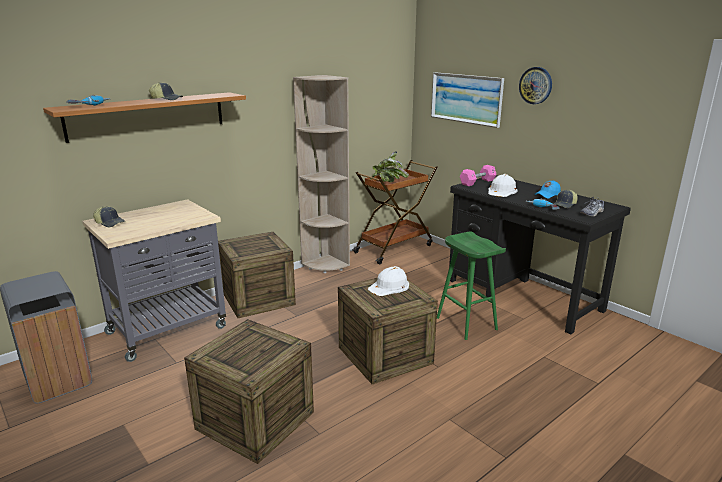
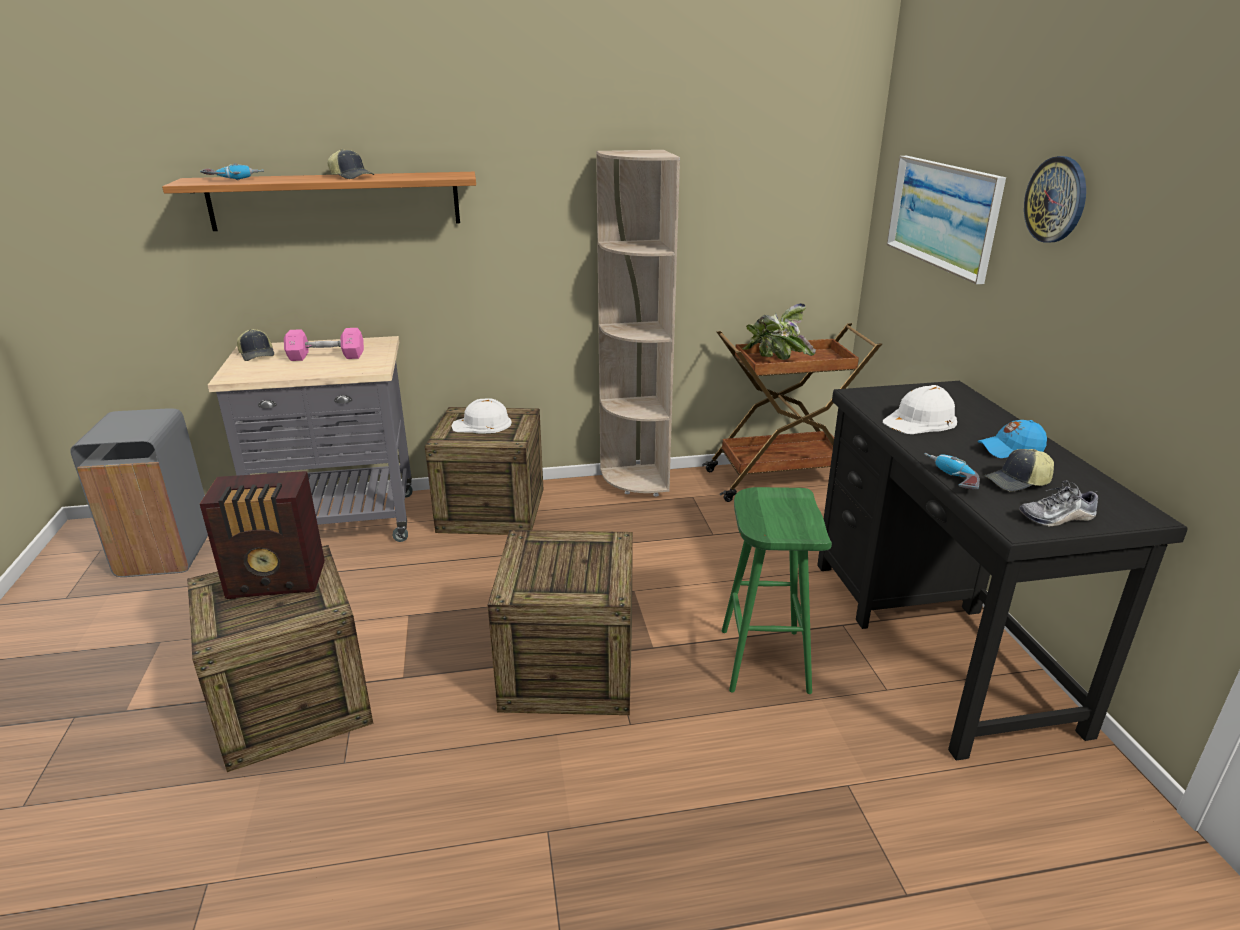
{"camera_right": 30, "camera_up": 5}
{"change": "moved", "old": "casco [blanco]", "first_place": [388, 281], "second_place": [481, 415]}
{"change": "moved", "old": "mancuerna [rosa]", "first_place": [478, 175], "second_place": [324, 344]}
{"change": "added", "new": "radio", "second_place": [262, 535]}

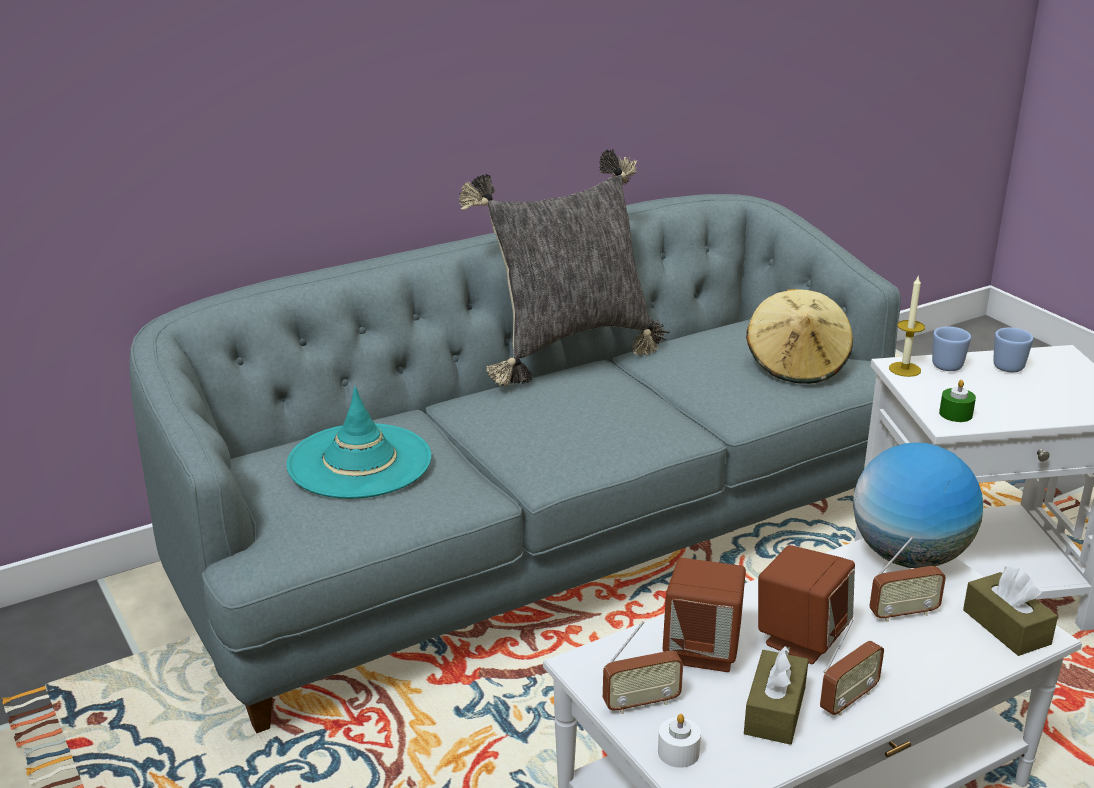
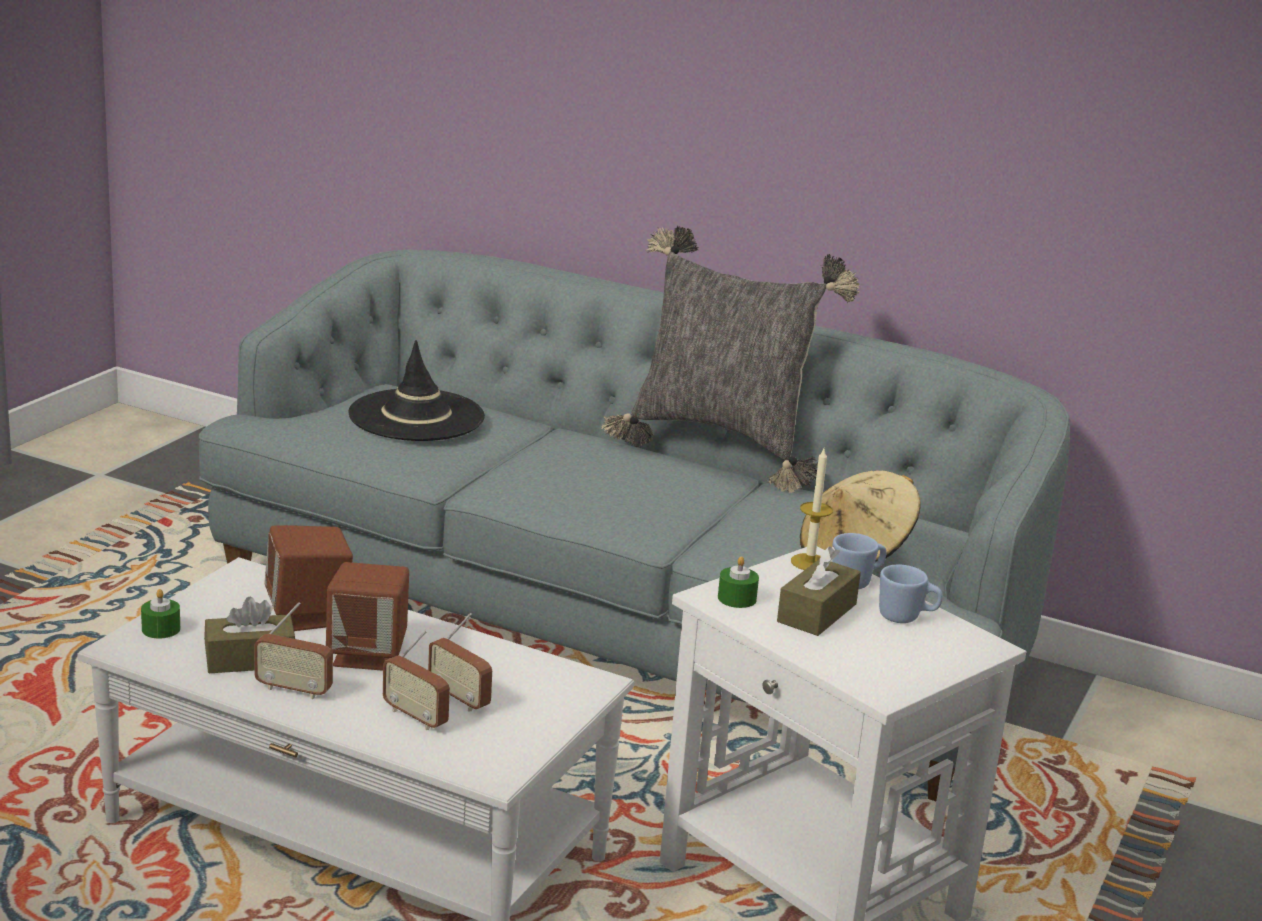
{"camera_right": 55, "camera_up": -5}
{"change": "recoloured", "old": "sombrero [turquesa]", "new": "sombrero [negro]", "first_place": [359, 442], "second_place": [416, 390]}
{"change": "moved", "old": "radio", "first_place": [643, 667], "second_place": [416, 680]}
{"change": "recoloured", "old": "vela [blanco]", "new": "vela [verde]", "first_place": [679, 741], "second_place": [160, 613]}
{"change": "removed", "old": "globo terráqueo", "first_place": [918, 505]}
{"change": "moved", "old": "caja de pañuelos [marrón]", "first_place": [1010, 611], "second_place": [819, 591]}

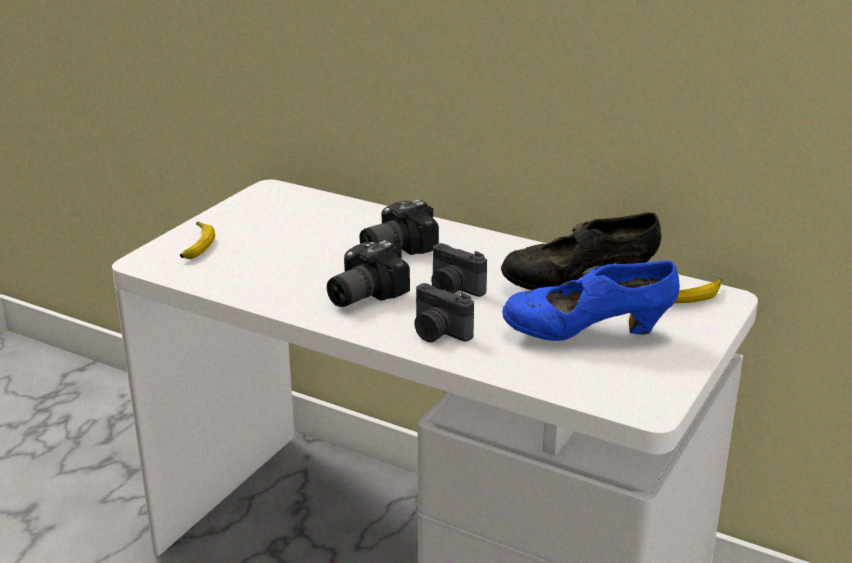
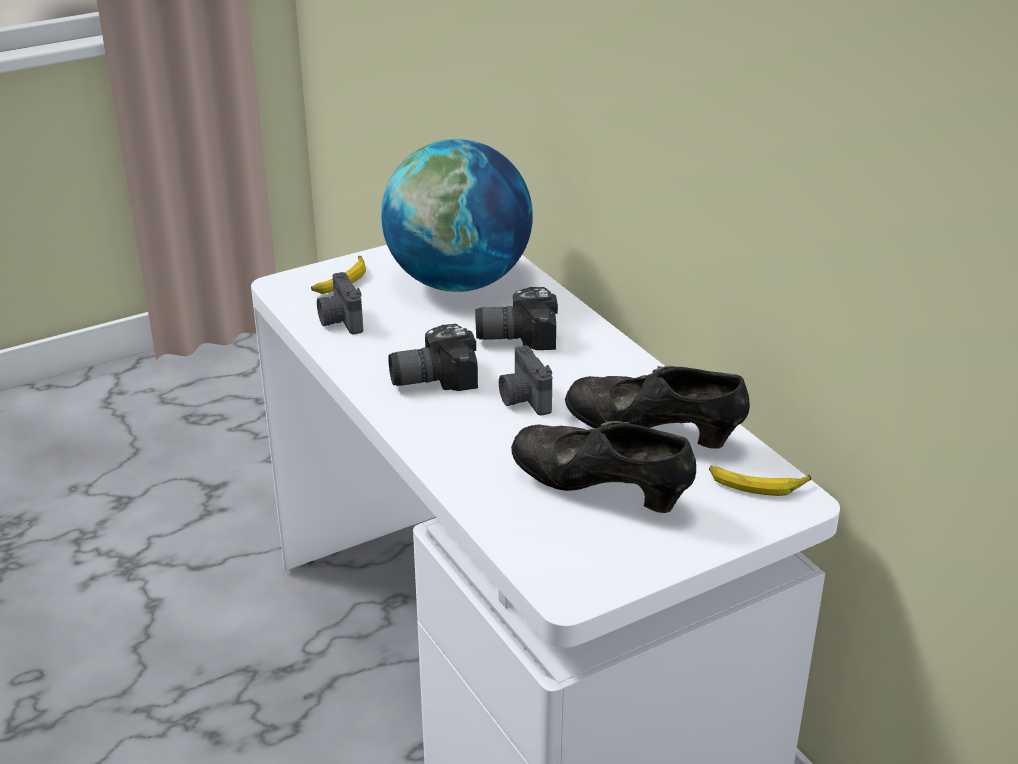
{"camera_right": 30, "camera_up": 5}
{"change": "moved", "old": "cámara", "first_place": [444, 312], "second_place": [340, 303]}
{"change": "recoloured", "old": "zapato [azul]", "new": "zapato [negro]", "first_place": [591, 300], "second_place": [603, 467]}
{"change": "added", "new": "globo terráqueo", "second_place": [457, 215]}

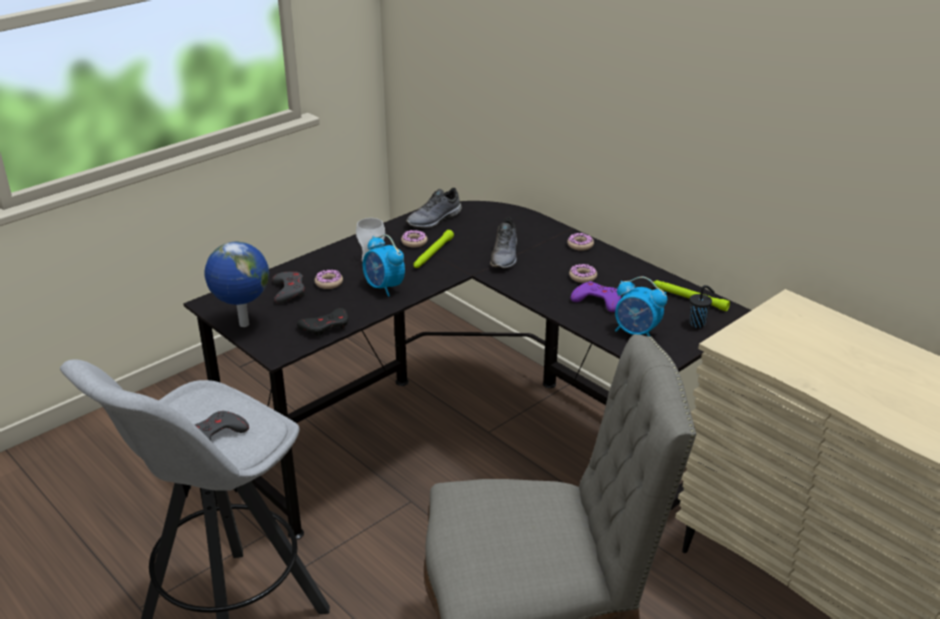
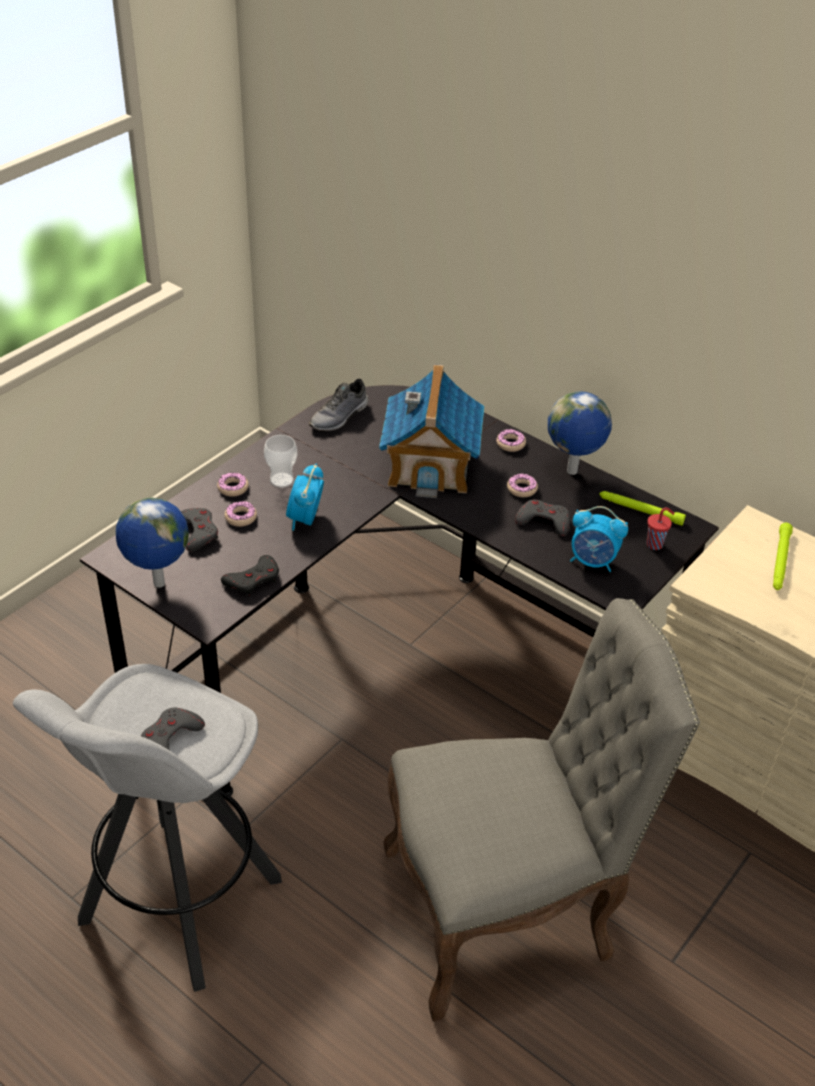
{"camera_right": -10, "camera_up": 10}
{"change": "turned", "old": "despertador", "first_place": [384, 265], "second_place": [305, 497], "degrees": 60}
{"change": "moved", "old": "rosquilla", "first_place": [414, 238], "second_place": [233, 484]}
{"change": "moved", "old": "linterna [verde]", "first_place": [433, 249], "second_place": [783, 556]}
{"change": "replaced", "old": "zapato [gris]", "new": "casita", "first_place": [503, 243], "second_place": [431, 431]}
{"change": "recoloured", "old": "mando de consola [morado]", "new": "mando de consola [gris]", "first_place": [596, 296], "second_place": [542, 517]}
{"change": "recoloured", "old": "taza [negro]", "new": "taza [rojo]", "first_place": [702, 306], "second_place": [660, 529]}
{"change": "added", "new": "globo terráqueo", "second_place": [580, 433]}

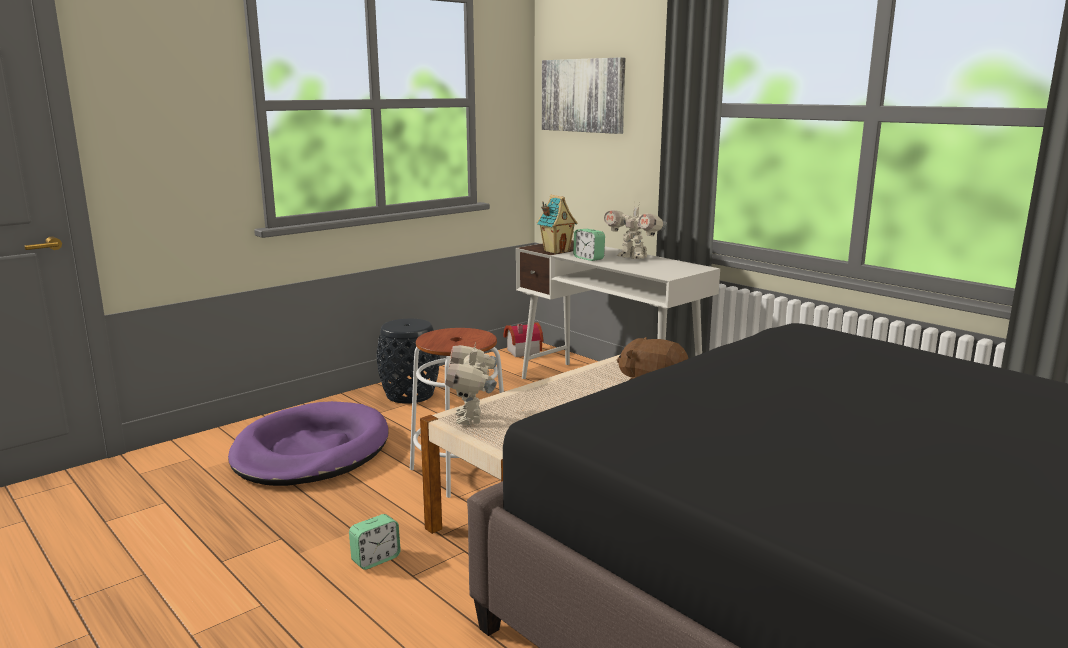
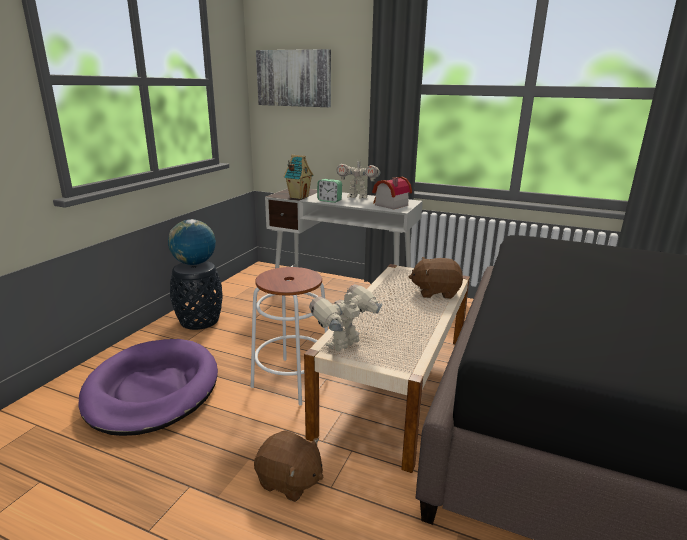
{"camera_right": -25, "camera_up": 5}
{"change": "replaced", "old": "despertador", "new": "peluche [marrón]", "first_place": [375, 542], "second_place": [288, 466]}
{"change": "turned", "old": "robot de juguete", "first_place": [471, 383], "second_place": [345, 318], "degrees": 75}
{"change": "moved", "old": "casita", "first_place": [523, 339], "second_place": [392, 193]}
{"change": "added", "new": "globo terráqueo", "second_place": [192, 242]}

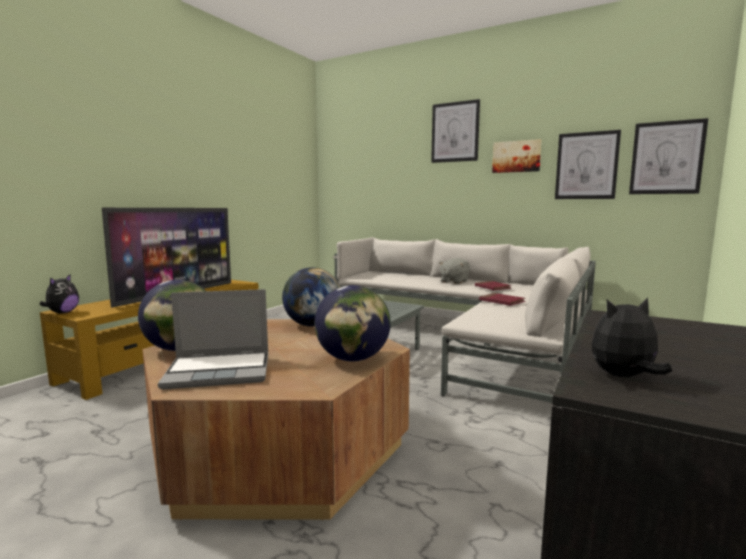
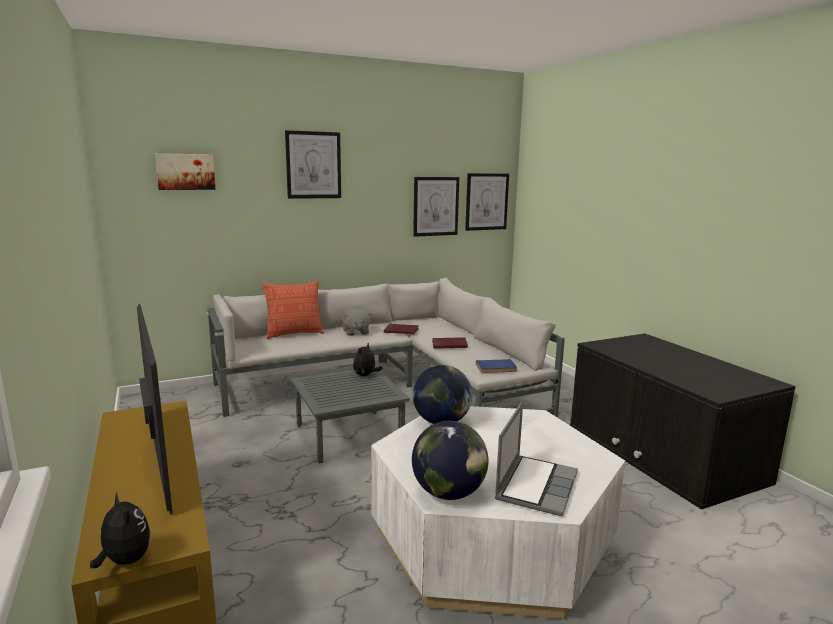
{"camera_right": -55, "camera_up": 5}
{"change": "recoloured", "old": "mesa de centro [marrón]", "new": "mesa de centro [blanco]", "first_place": [276, 419], "second_place": [498, 512]}
{"change": "removed", "old": "globo terráqueo", "first_place": [353, 323]}
{"change": "moved", "old": "cuadro", "first_place": [517, 156], "second_place": [185, 171]}
{"change": "moved", "old": "peluche", "first_place": [632, 337], "second_place": [368, 359]}
{"change": "added", "new": "cojín [naranja]", "second_place": [293, 310]}
{"change": "added", "new": "libro [azul]", "second_place": [496, 366]}

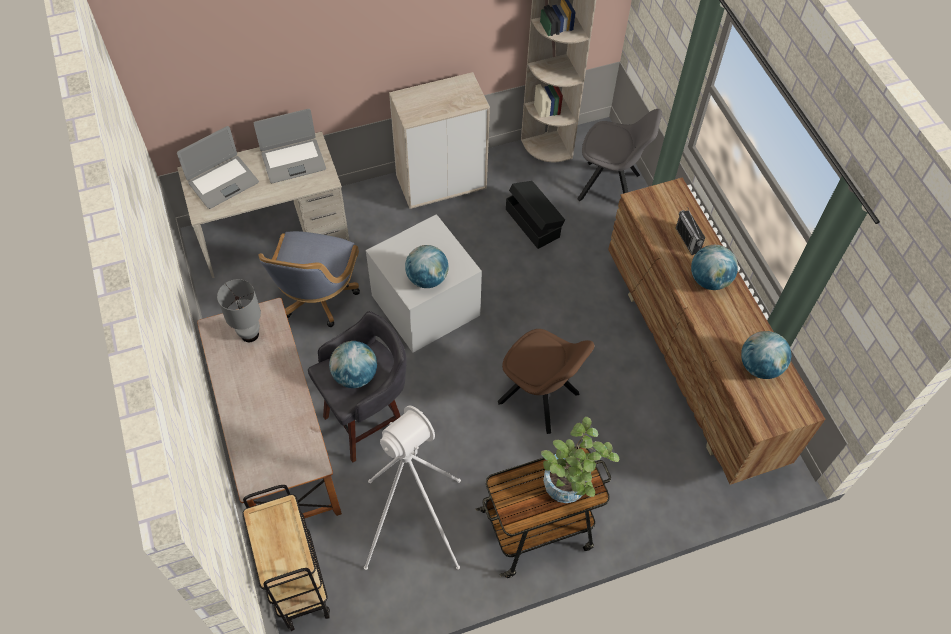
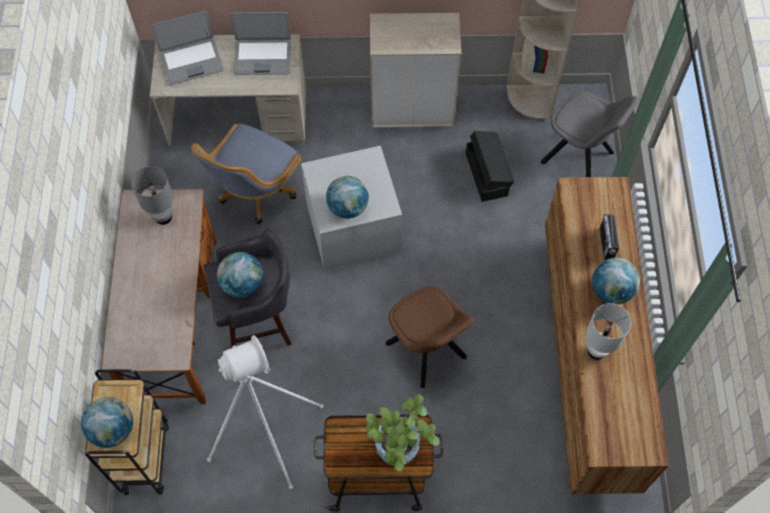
{"camera_right": 20, "camera_up": 5}
{"change": "moved", "old": "globo terráqueo", "first_place": [766, 355], "second_place": [107, 422]}
{"change": "added", "new": "lámpara de mesa [blanco]", "second_place": [608, 331]}

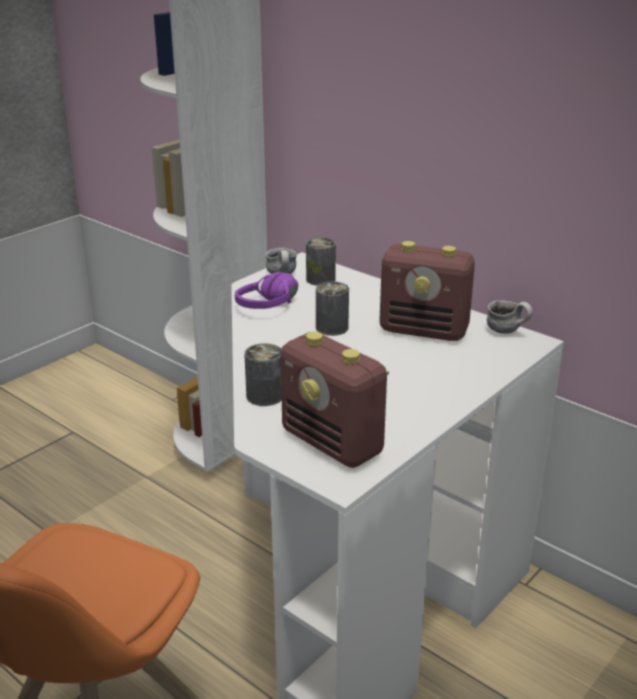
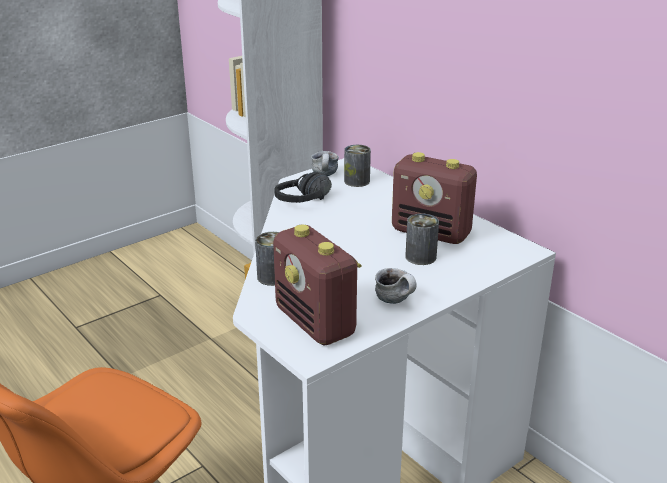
{"camera_right": 10, "camera_up": 0}
{"change": "recoloured", "old": "auriculares [morado]", "new": "auriculares [negro]", "first_place": [266, 290], "second_place": [303, 187]}
{"change": "moved", "old": "lata", "first_place": [332, 308], "second_place": [422, 239]}
{"change": "moved", "old": "taza grande", "first_place": [510, 317], "second_place": [396, 286]}

